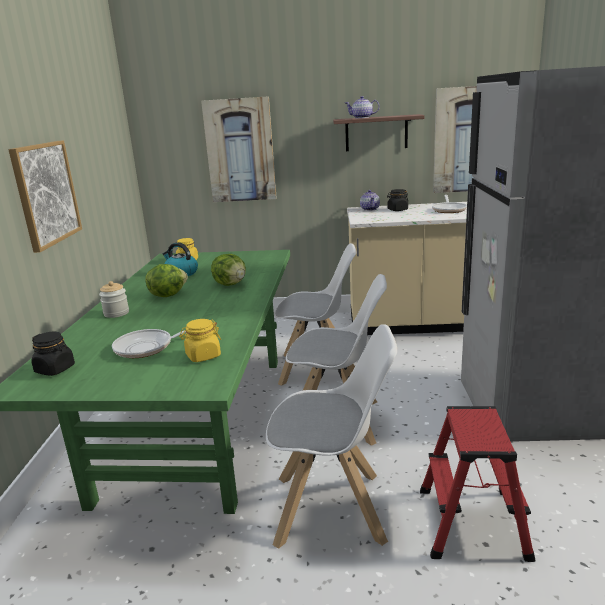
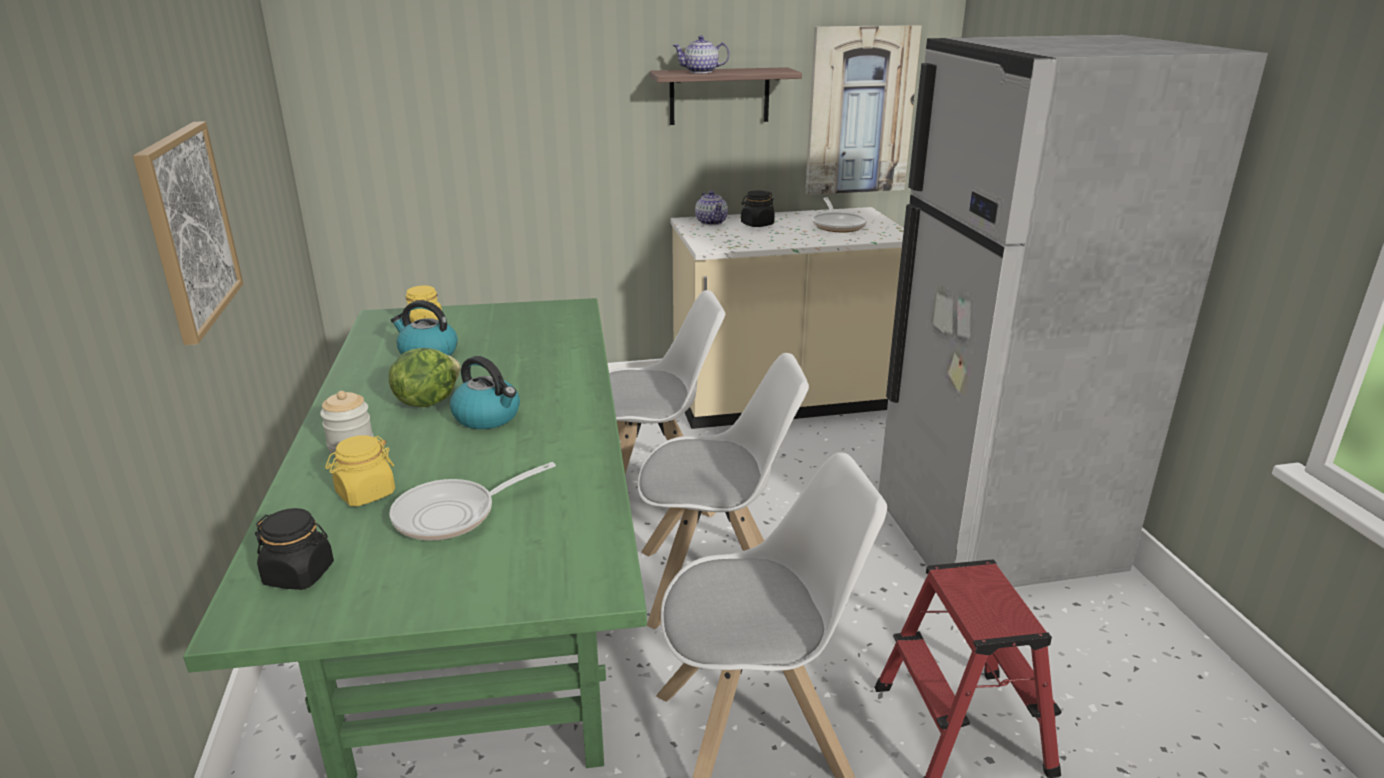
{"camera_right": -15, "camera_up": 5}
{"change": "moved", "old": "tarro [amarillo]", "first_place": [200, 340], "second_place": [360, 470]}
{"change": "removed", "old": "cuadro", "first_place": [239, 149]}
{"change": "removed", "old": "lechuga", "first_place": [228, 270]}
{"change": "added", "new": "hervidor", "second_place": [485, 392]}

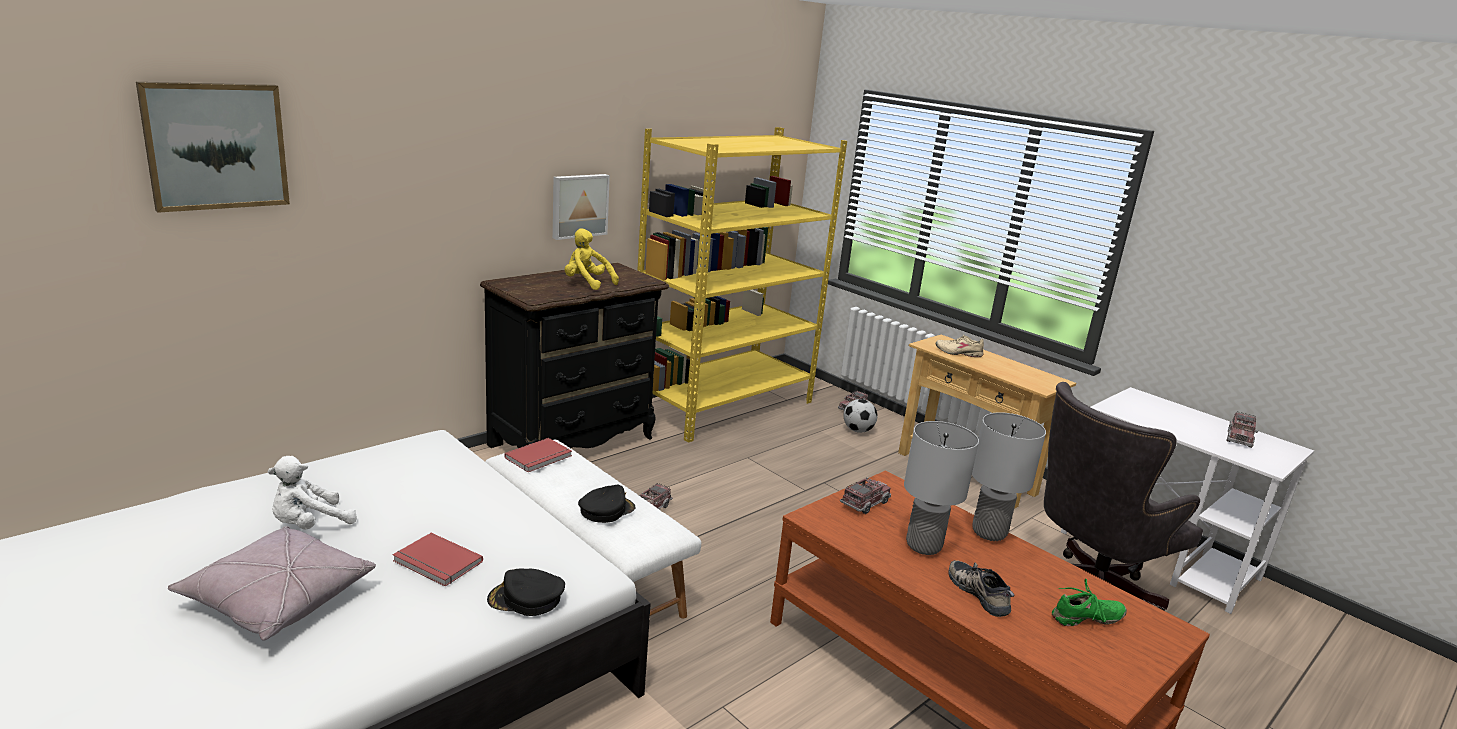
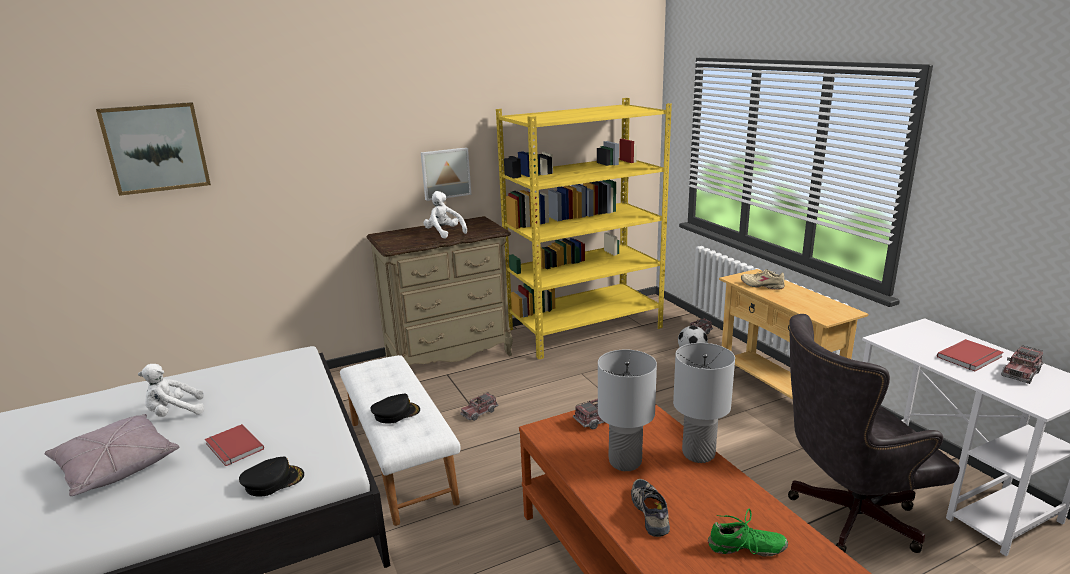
{"camera_right": 20, "camera_up": 0}
{"change": "recoloured", "old": "cómoda [negro]", "new": "cómoda [beis]", "first_place": [574, 355], "second_place": [439, 291]}
{"change": "turned", "old": "gorra [negro]", "first_place": [526, 592], "second_place": [271, 477], "degrees": 135}
{"change": "moved", "old": "libro [rojo]", "first_place": [538, 455], "second_place": [970, 355]}
{"change": "recoloured", "old": "peluche [amarillo]", "new": "peluche [blanco]", "first_place": [592, 259], "second_place": [445, 215]}

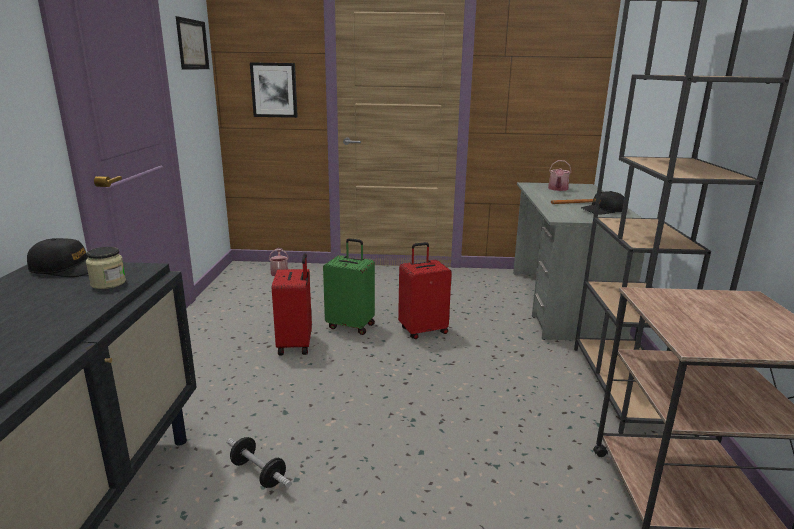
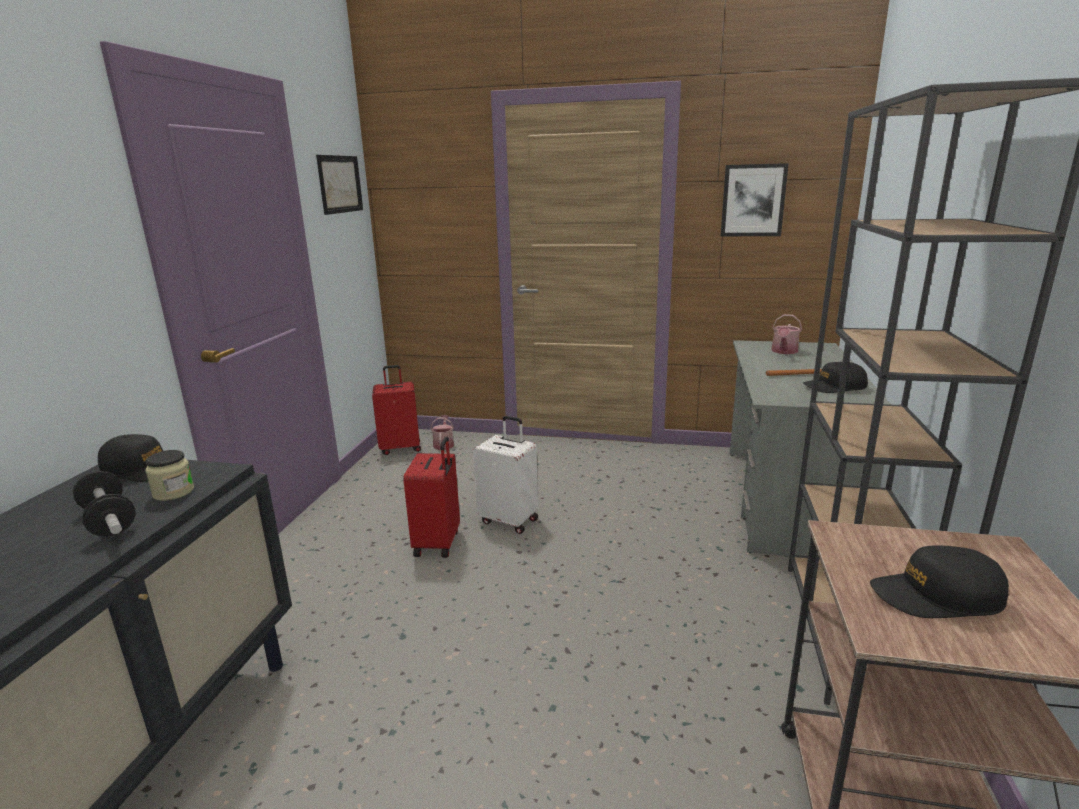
{"camera_right": 10, "camera_up": 0}
{"change": "moved", "old": "mancuerna", "first_place": [259, 462], "second_place": [104, 504]}
{"change": "moved", "old": "cuadro", "first_place": [274, 90], "second_place": [755, 199]}
{"change": "recoloured", "old": "maleta [verde]", "new": "maleta [blanco]", "first_place": [349, 286], "second_place": [505, 475]}
{"change": "moved", "old": "maleta [rojo]", "first_place": [425, 290], "second_place": [396, 410]}
{"change": "added", "new": "gorra [negro]", "second_place": [939, 581]}

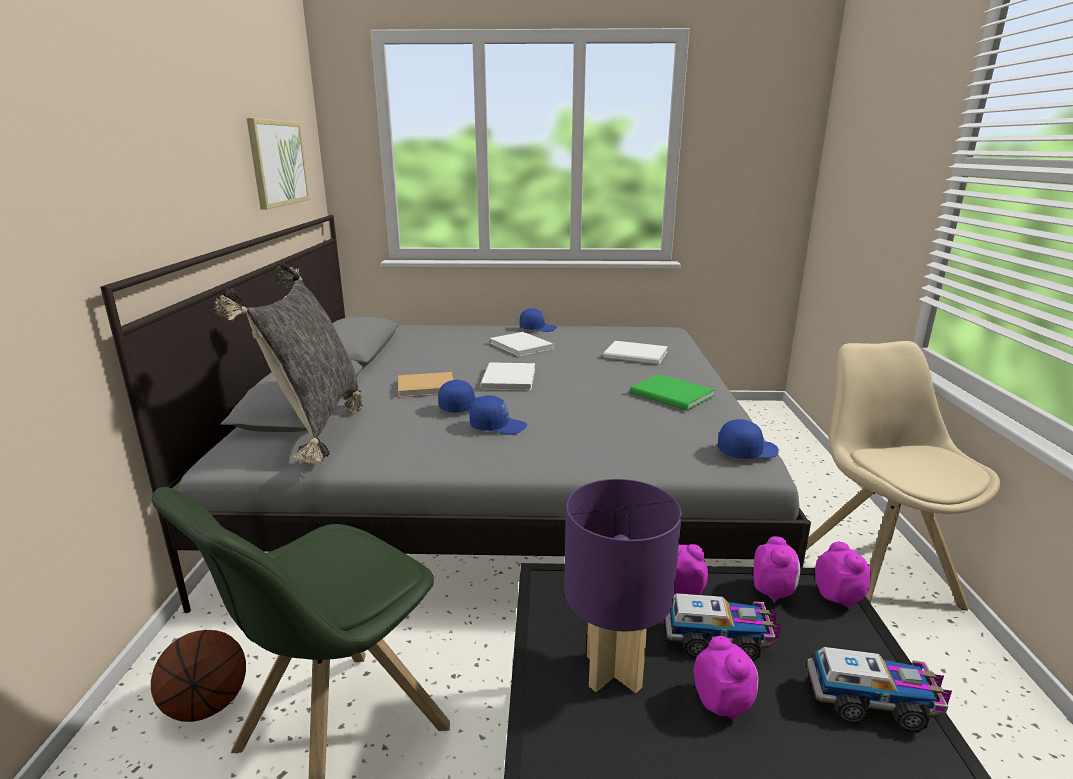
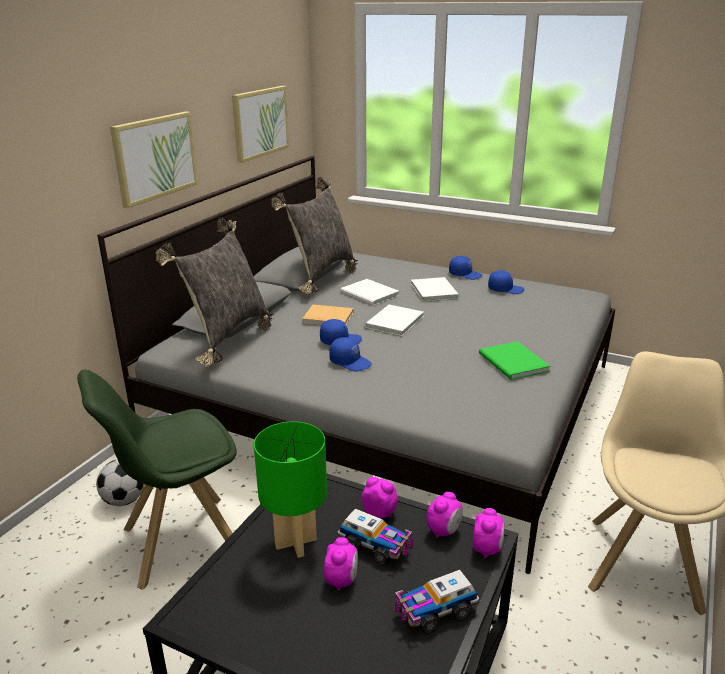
{"camera_right": 25, "camera_up": 5}
{"change": "replaced", "old": "balón de baloncesto", "new": "balón de fútbol", "first_place": [198, 676], "second_place": [120, 482]}
{"change": "recoloured", "old": "lámpara de mesa [morado]", "new": "lámpara de mesa [verde]", "first_place": [623, 586], "second_place": [290, 489]}
{"change": "moved", "old": "libro [blanco]", "first_place": [635, 353], "second_place": [369, 292]}
{"change": "moved", "old": "gorra [azul]", "first_place": [747, 439], "second_place": [506, 282]}
{"change": "turned", "old": "camión de juguete", "first_place": [879, 690], "second_place": [437, 602], "degrees": 120}
{"change": "added", "new": "cuadro", "second_place": [154, 159]}
{"change": "added", "new": "cojín", "second_place": [314, 235]}

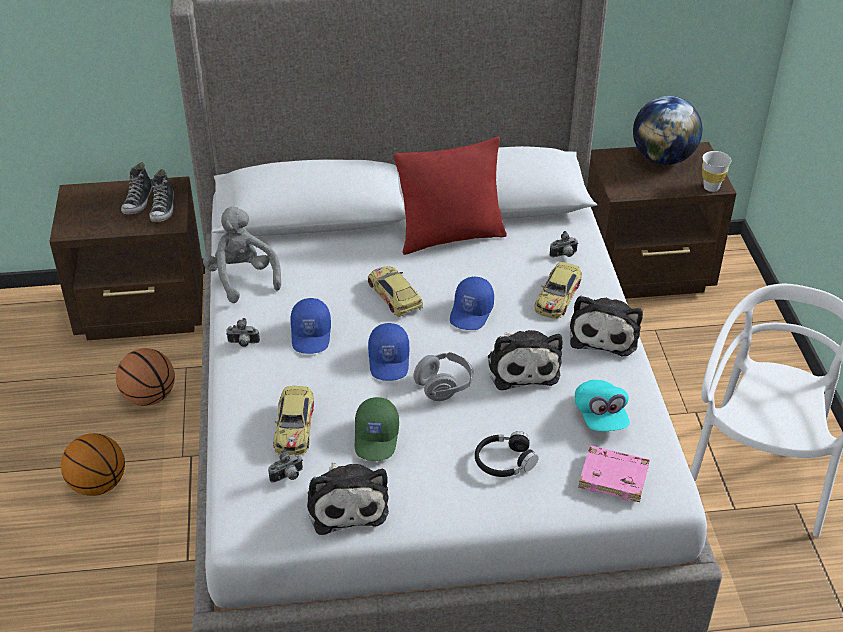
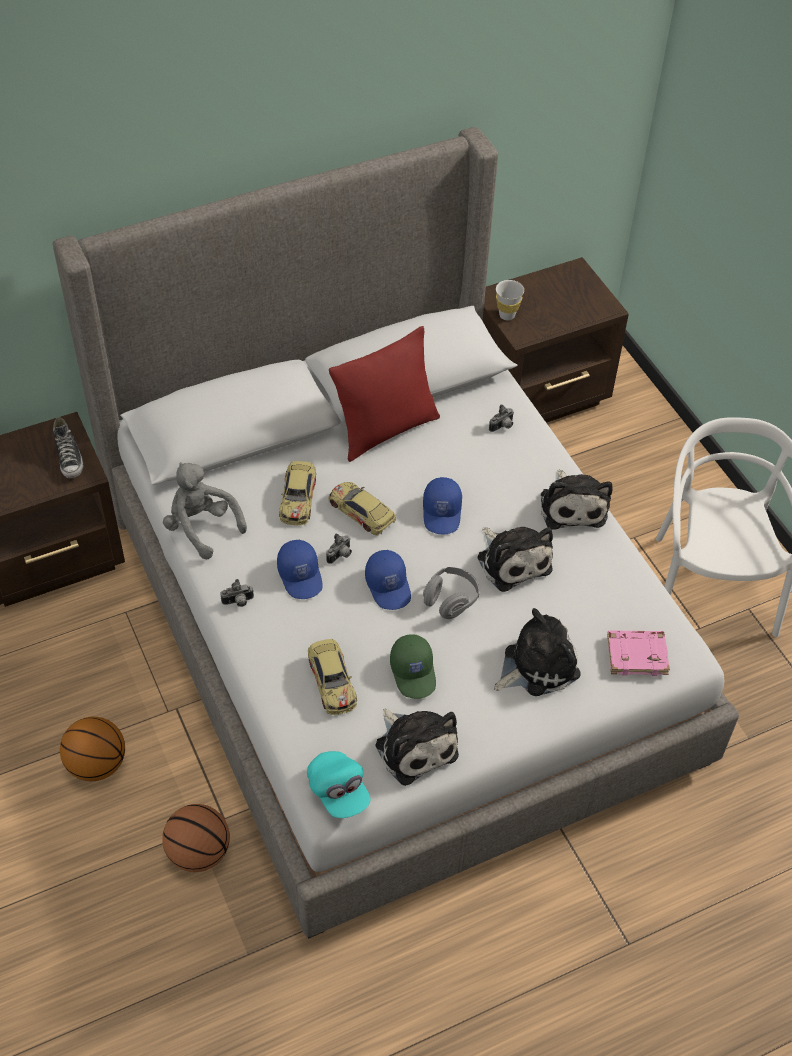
{"camera_right": -20, "camera_up": 10}
{"change": "moved", "old": "balón de baloncesto", "first_place": [145, 377], "second_place": [196, 838]}
{"change": "removed", "old": "zapato", "first_place": [137, 188]}
{"change": "moved", "old": "cámara", "first_place": [285, 466], "second_place": [339, 548]}
{"change": "replaced", "old": "auriculares [negro]", "new": "peluche", "first_place": [507, 454], "second_place": [537, 652]}
{"change": "moved", "old": "coche de juguete", "first_place": [558, 290], "second_place": [297, 493]}
{"change": "moved", "old": "gorra [turquesa]", "first_place": [602, 405], "second_place": [338, 784]}
{"change": "removed", "old": "globo terráqueo", "first_place": [667, 130]}
{"change": "moved", "old": "taza [blanco]", "first_place": [716, 171], "second_place": [510, 300]}

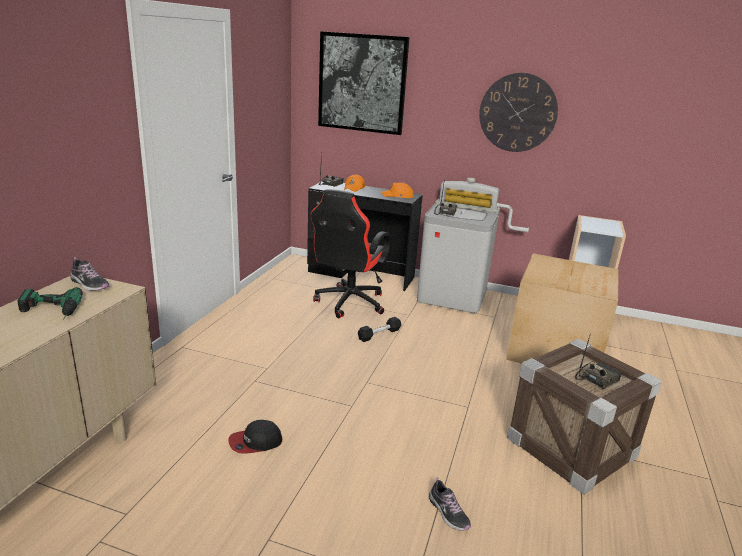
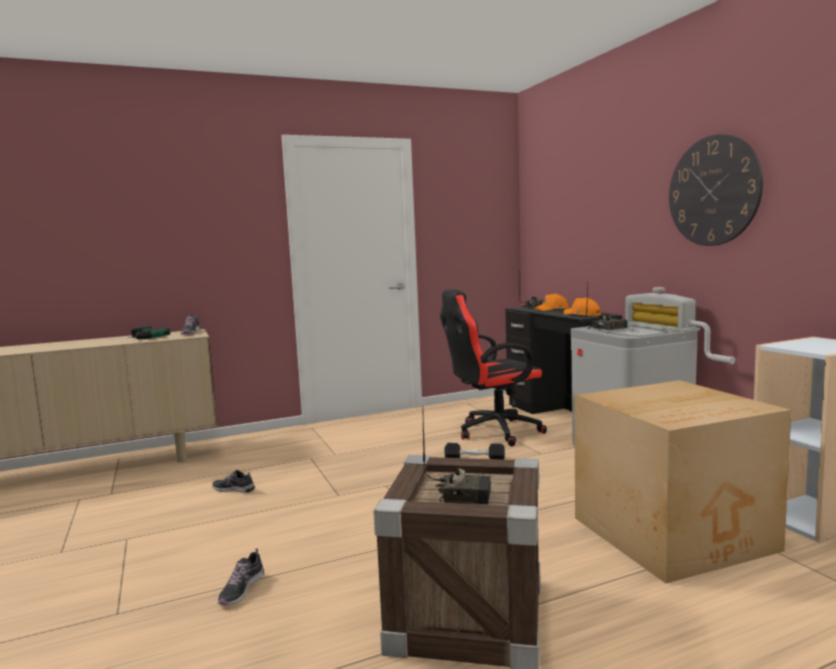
{"camera_right": 50, "camera_up": -15}
{"change": "replaced", "old": "gorra", "new": "zapato", "first_place": [255, 437], "second_place": [233, 481]}
{"change": "removed", "old": "cuadro", "first_place": [363, 83]}

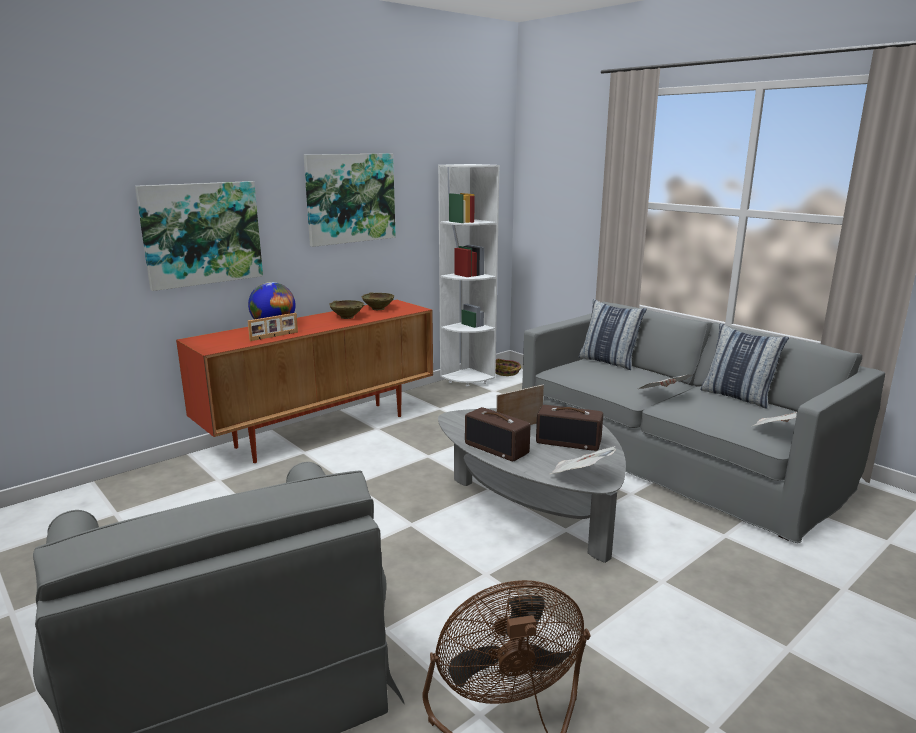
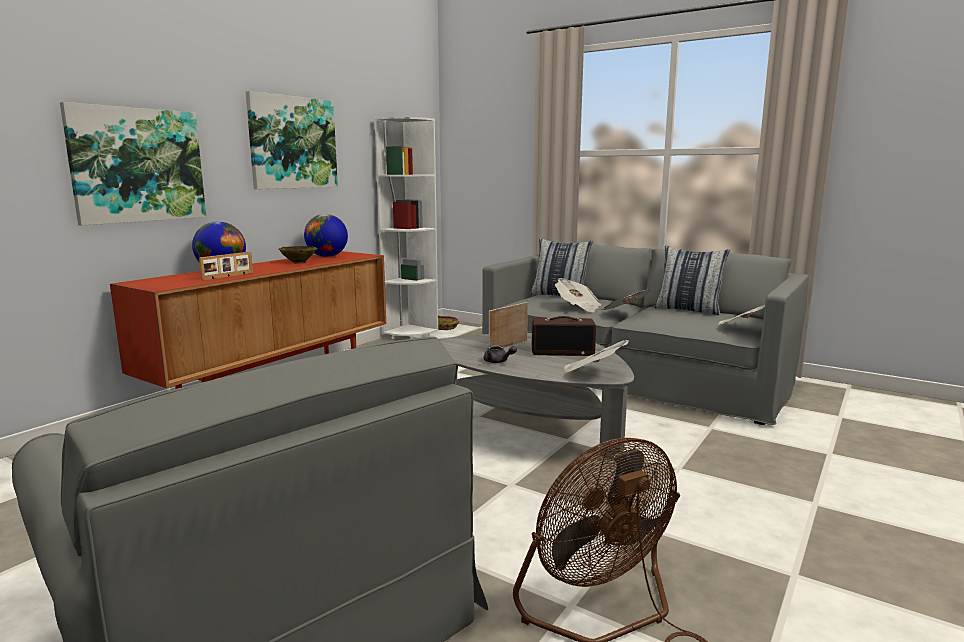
{"camera_right": -15, "camera_up": -5}
{"change": "replaced", "old": "cuenco [beis]", "new": "globo terráqueo", "first_place": [378, 301], "second_place": [326, 235]}
{"change": "replaced", "old": "radio", "new": "tetera [gris]", "first_place": [497, 434], "second_place": [500, 354]}
{"change": "added", "new": "periódico", "second_place": [578, 295]}

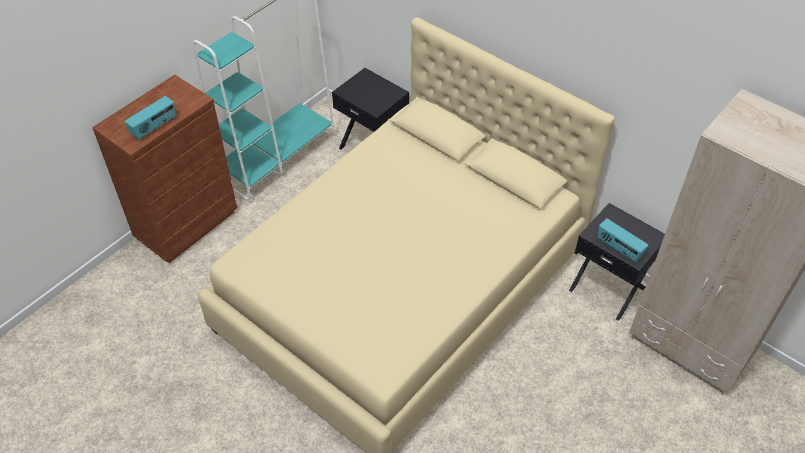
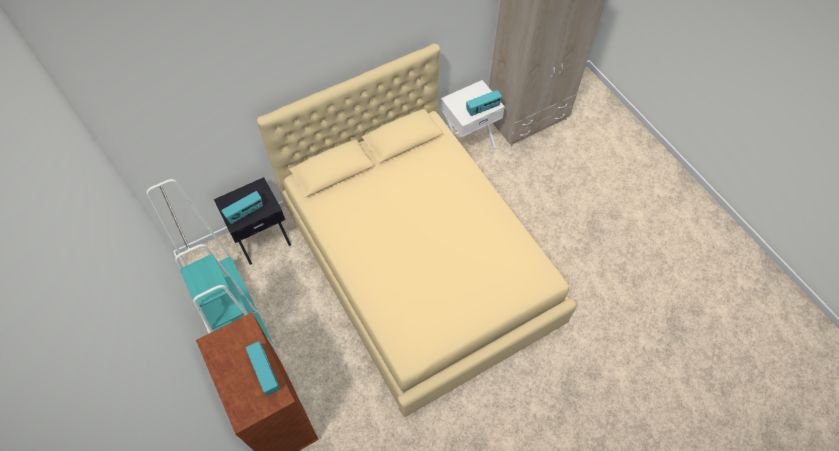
{"camera_right": -70, "camera_up": 10}
{"change": "recoloured", "old": "mesita de noche [negro]", "new": "mesita de noche [blanco]", "first_place": [617, 262], "second_place": [473, 114]}
{"change": "added", "new": "radio", "second_place": [242, 207]}

